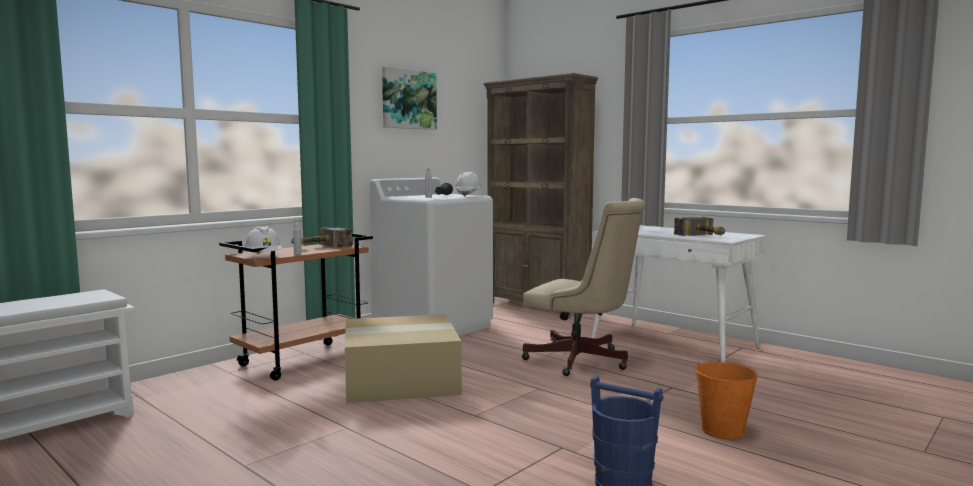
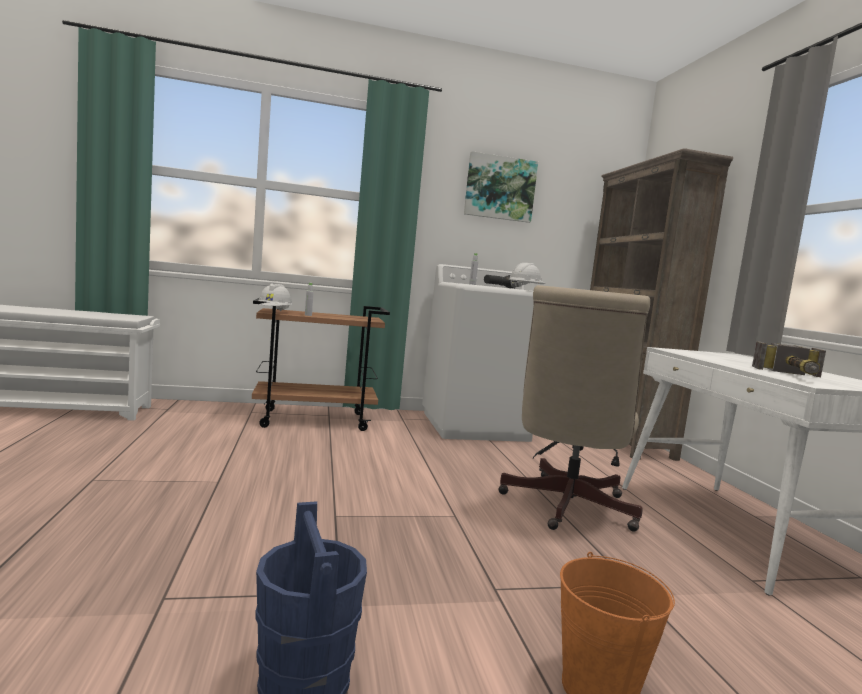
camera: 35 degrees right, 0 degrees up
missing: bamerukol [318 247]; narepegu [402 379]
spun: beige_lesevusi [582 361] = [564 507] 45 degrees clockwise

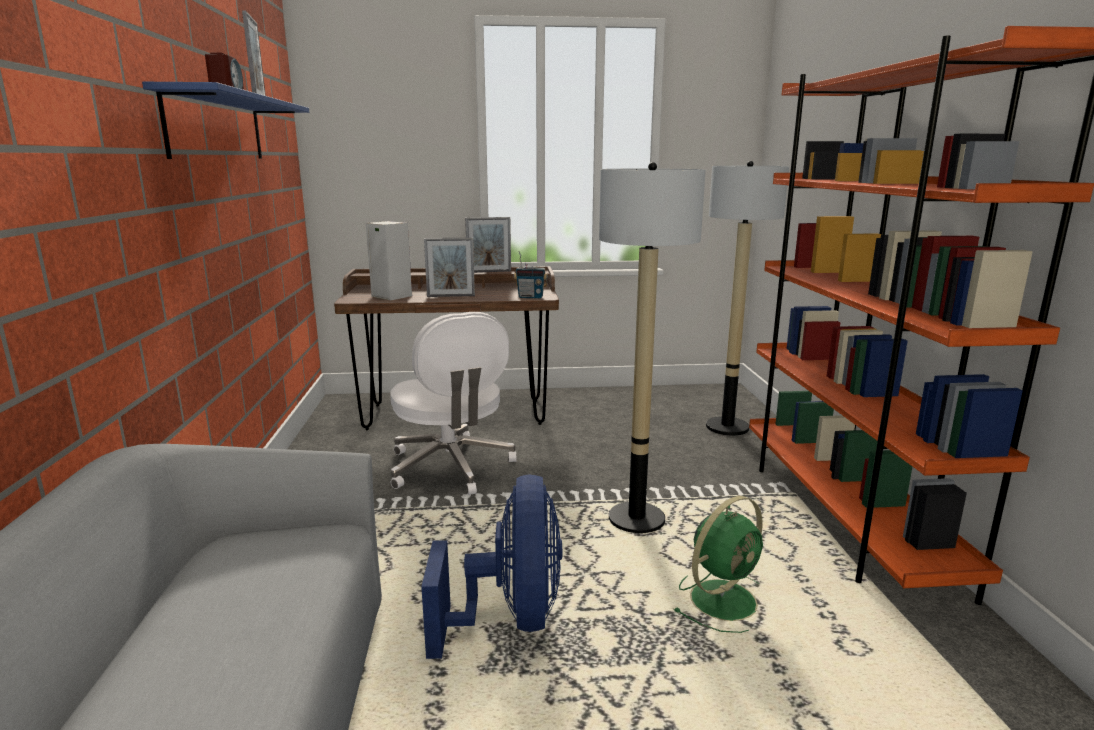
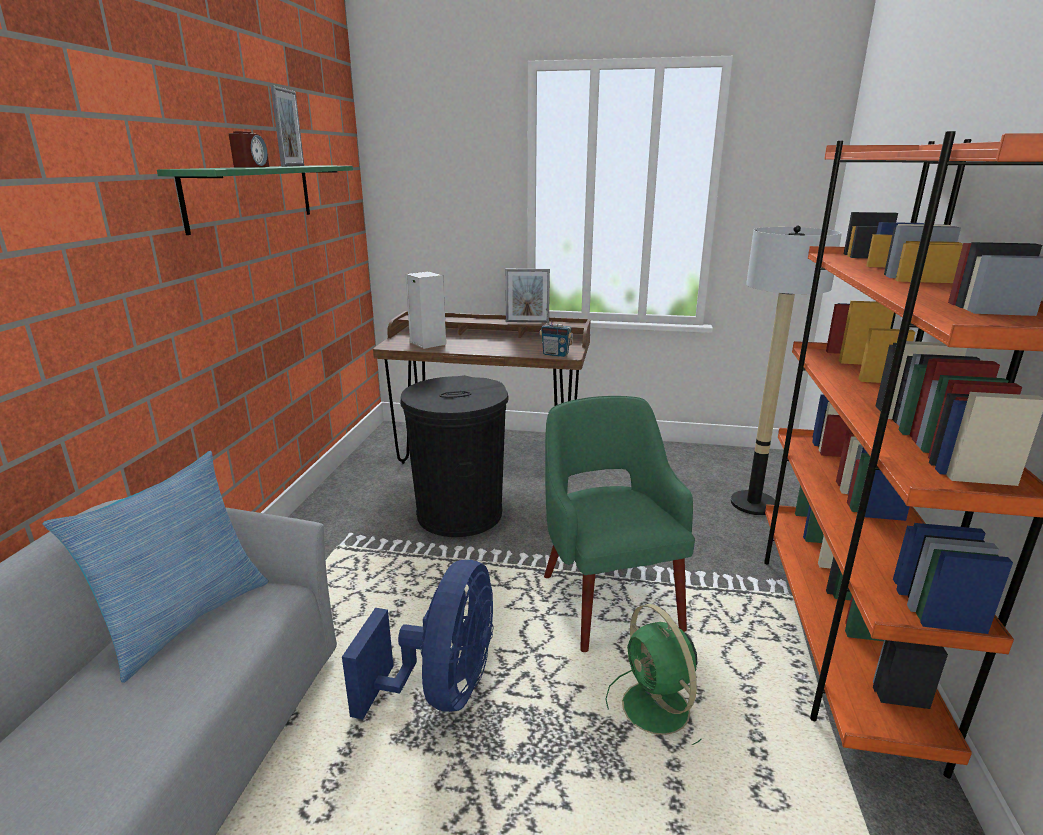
camera: 15 degrees right, 5 degrees up
missing: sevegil [451 296]
appeared: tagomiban [184 619]
exchanged: white_lesevusi [451 467] to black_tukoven [459 514]; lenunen [636 519] to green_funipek [609 600]
colour: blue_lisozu [217 128] to green_lisozu [252 195]
spun: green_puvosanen [725 599] = [657 710] 90 degrees clockwise

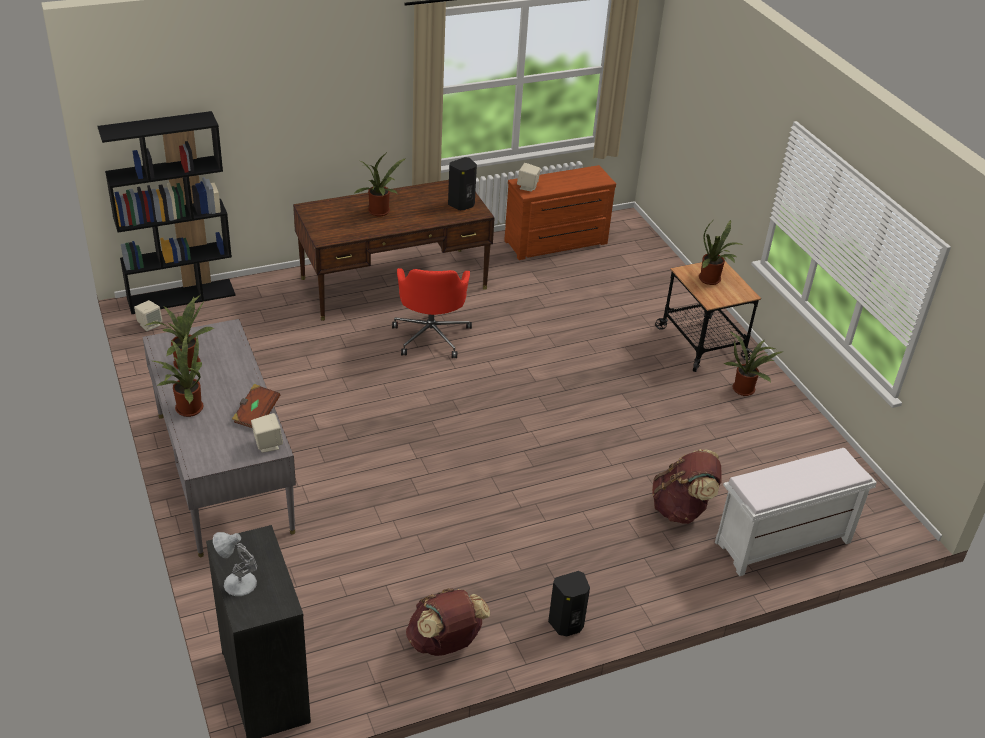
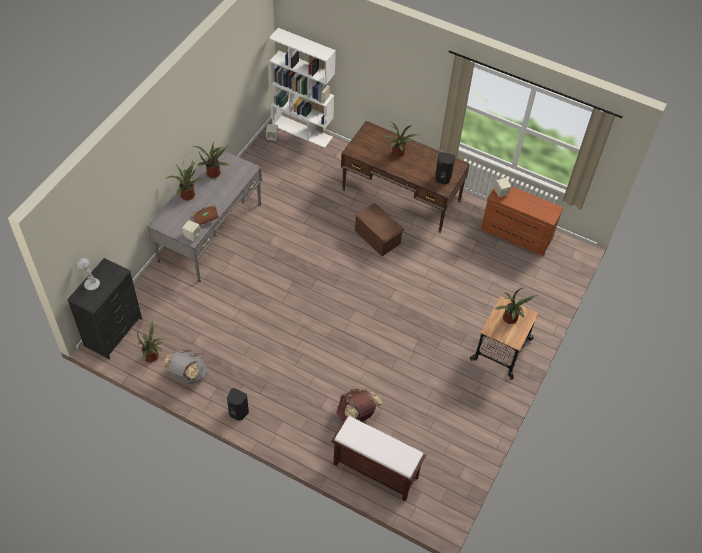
camera: 50 degrees right, 15 degrees up
relocated: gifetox [745 388] to [153 357]
exchanged: red_lesevusi [431 335] to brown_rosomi [378 237]
colour: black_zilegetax [182 296] to white_zilegetax [302 131]; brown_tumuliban [445 643] to grey_tumuliban [187 375]; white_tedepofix [782 543] to brown_tedepofix [374 470]

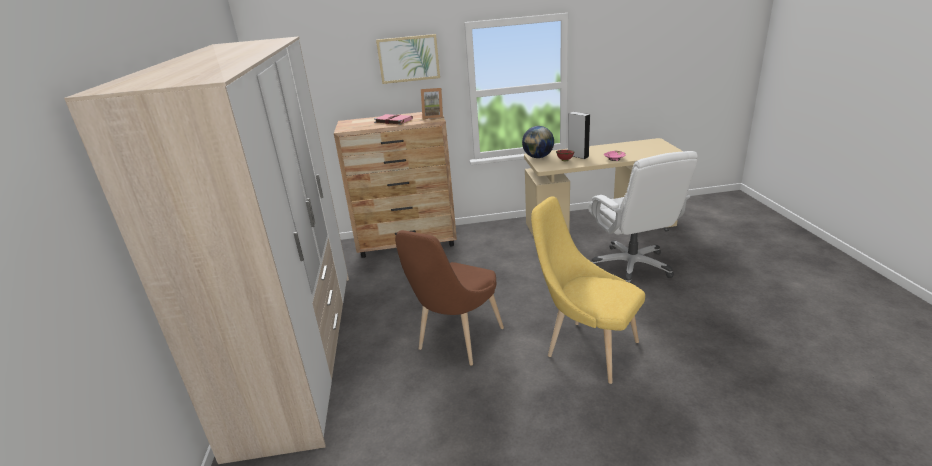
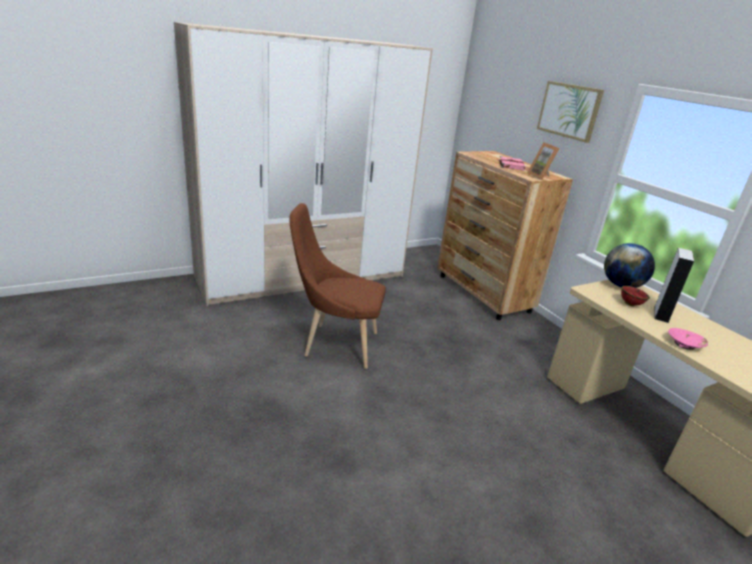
camera: 65 degrees right, 0 degrees up
missing: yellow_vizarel [586 348]; white_lesevusi [632 266]

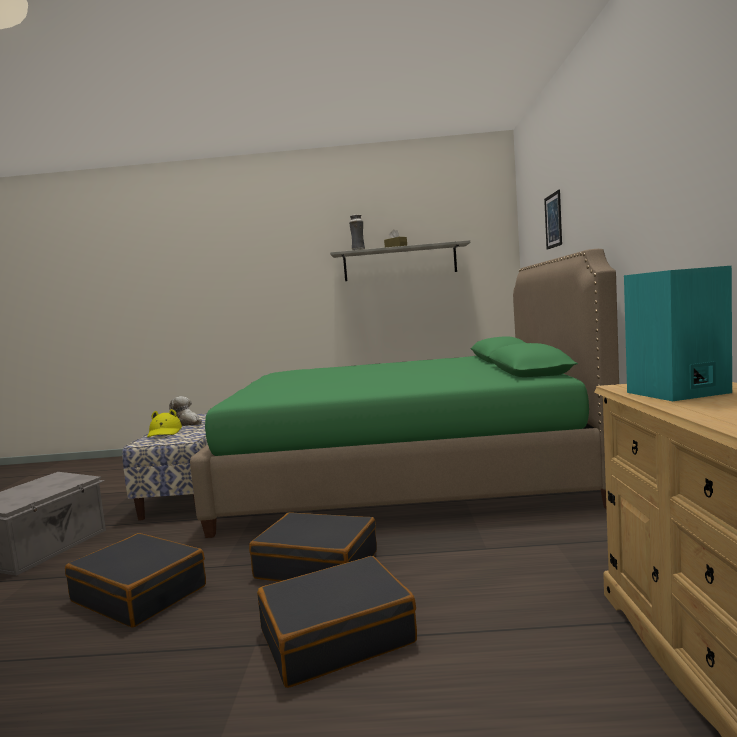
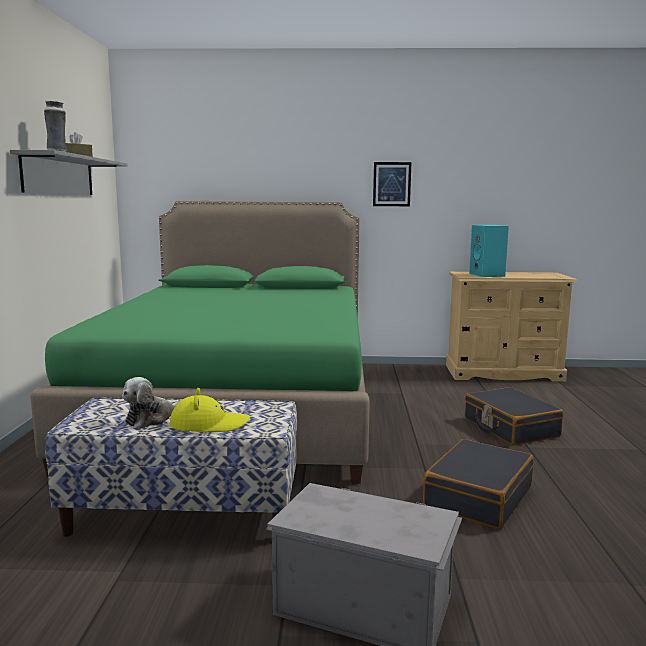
camera: 90 degrees left, 5 degrees up
missing: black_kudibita [317 564]
relocated: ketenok [553 220] to [392 184]

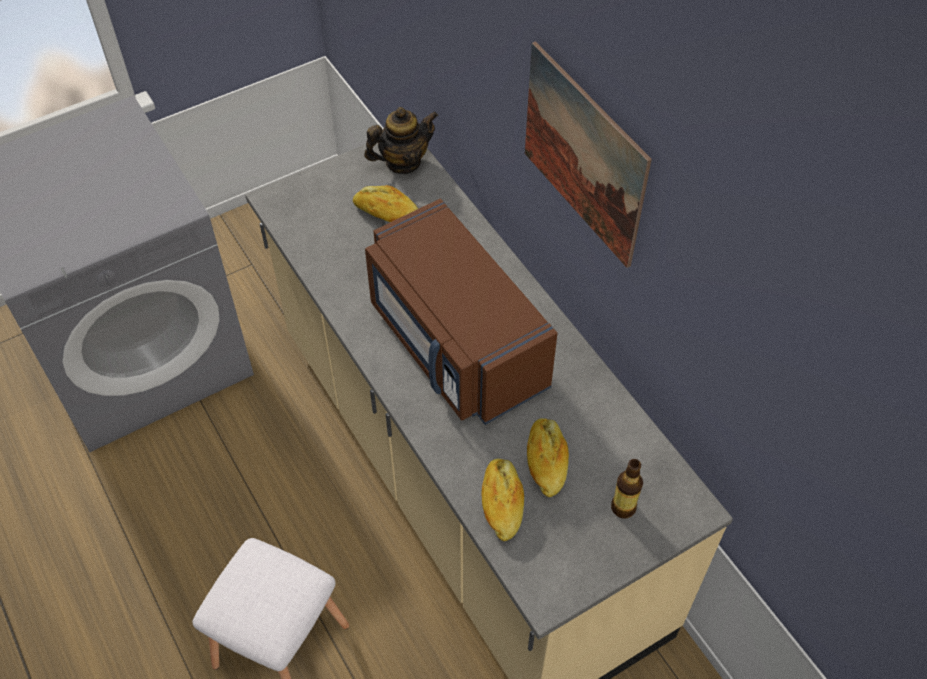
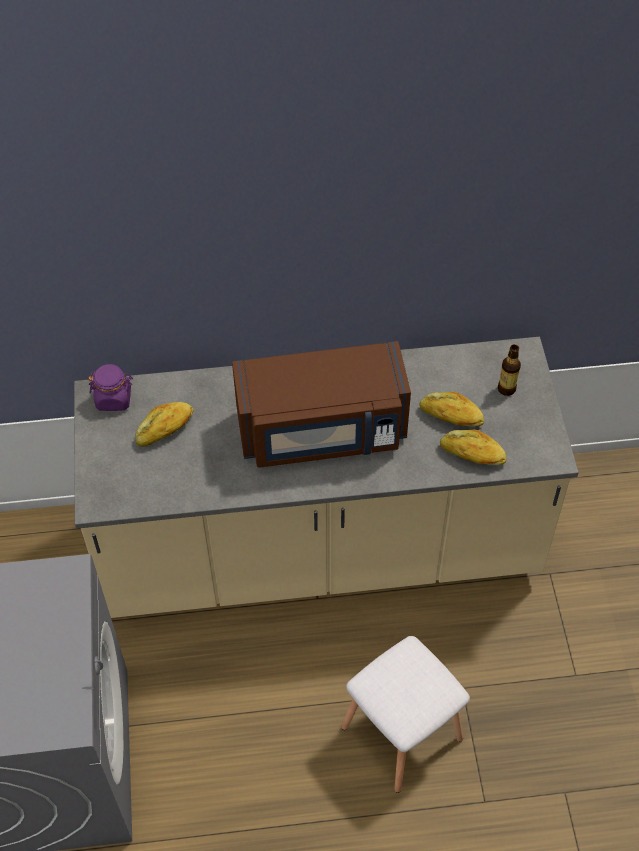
camera: 65 degrees left, 0 degrees up
missing: ketenok [583 155]
exchanged: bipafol [403 162] to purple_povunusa [114 399]

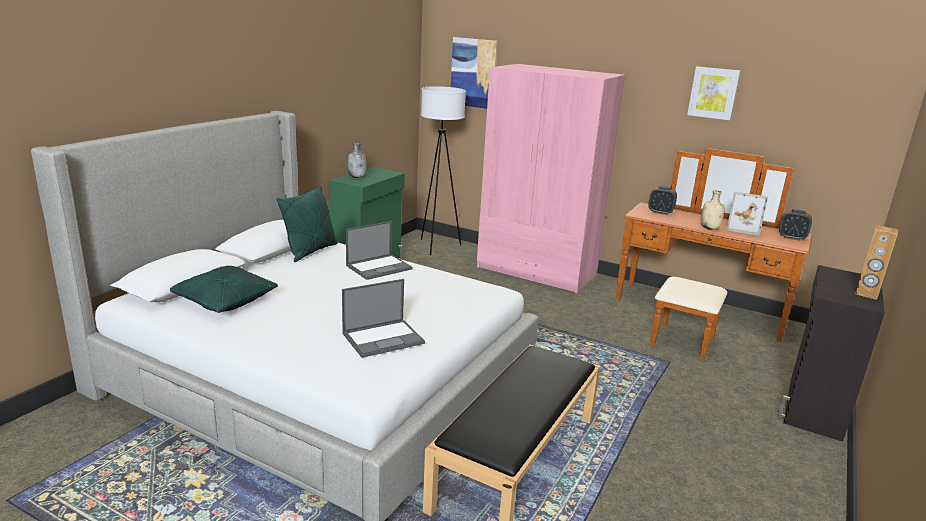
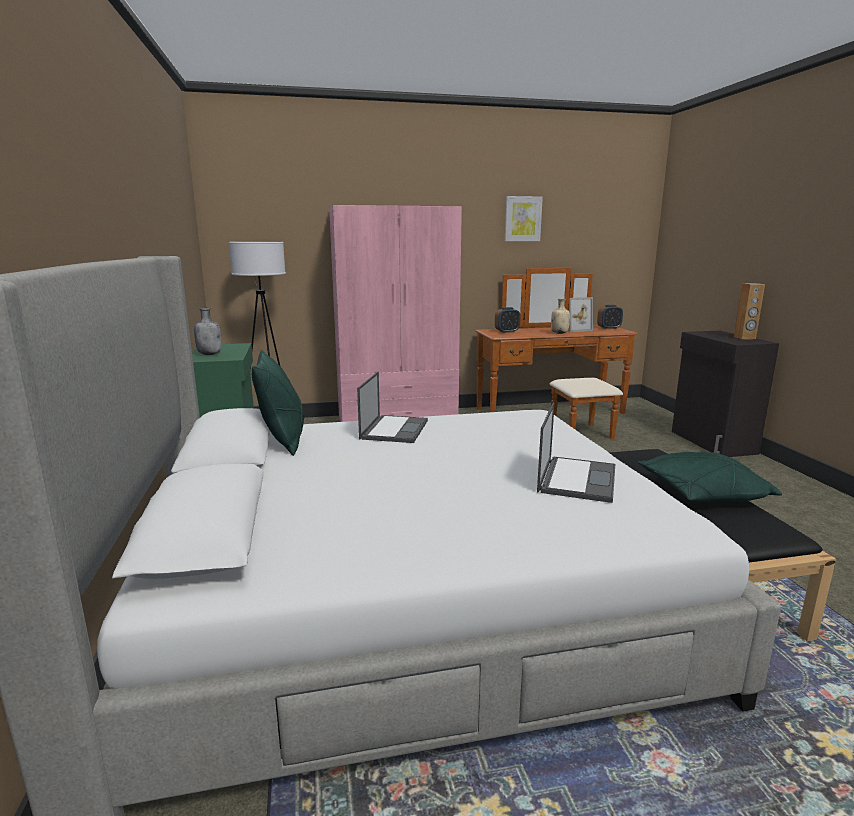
camera: 40 degrees left, 5 degrees down
missing: ketenok [473 73]
relocated: green_tagomiban [224 301] to [702 494]

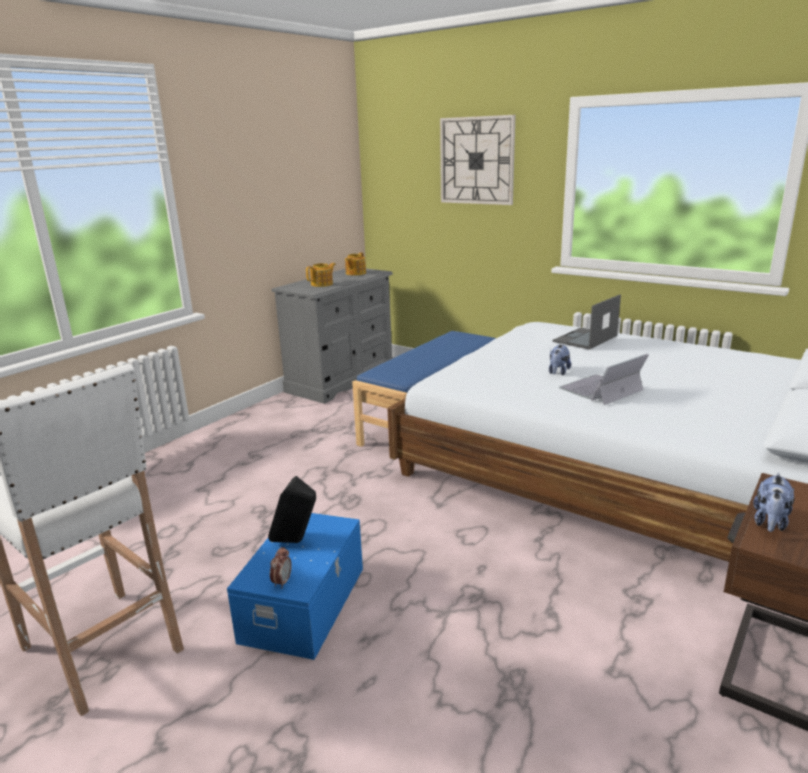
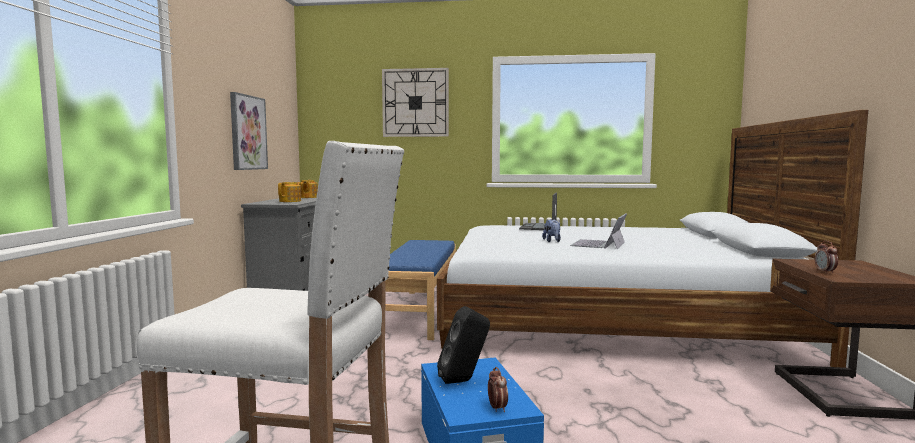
camera: 30 degrees left, 15 degrees down
appeared: ketenok [247 132]
exchanged: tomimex [770 522] to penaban [825 272]

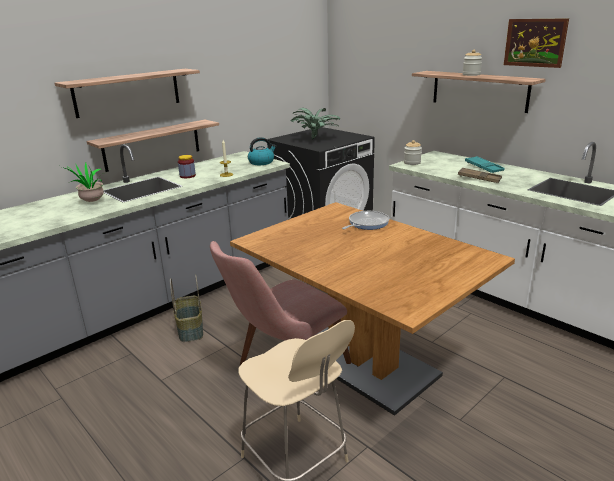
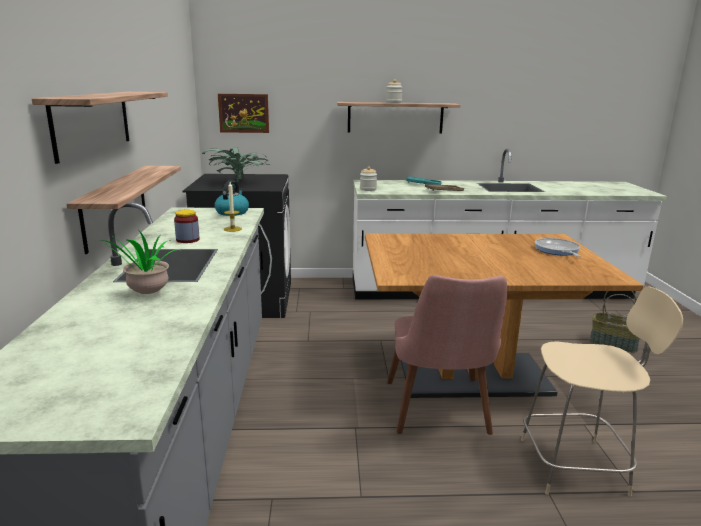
camera: 50 degrees left, 5 degrees down
relocated: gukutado [191 329] to [613 344]; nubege [366 223] to [557 250]; ketenok [535 42] to [243 113]

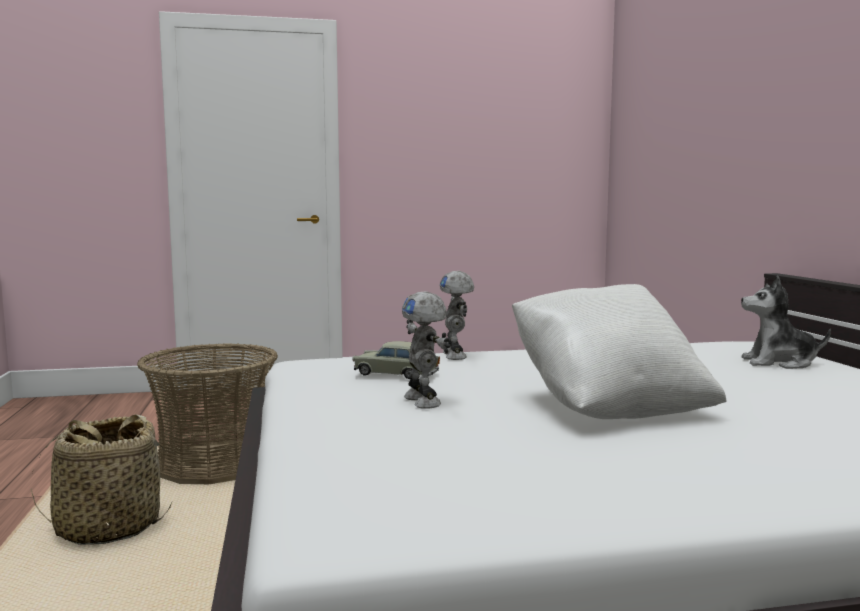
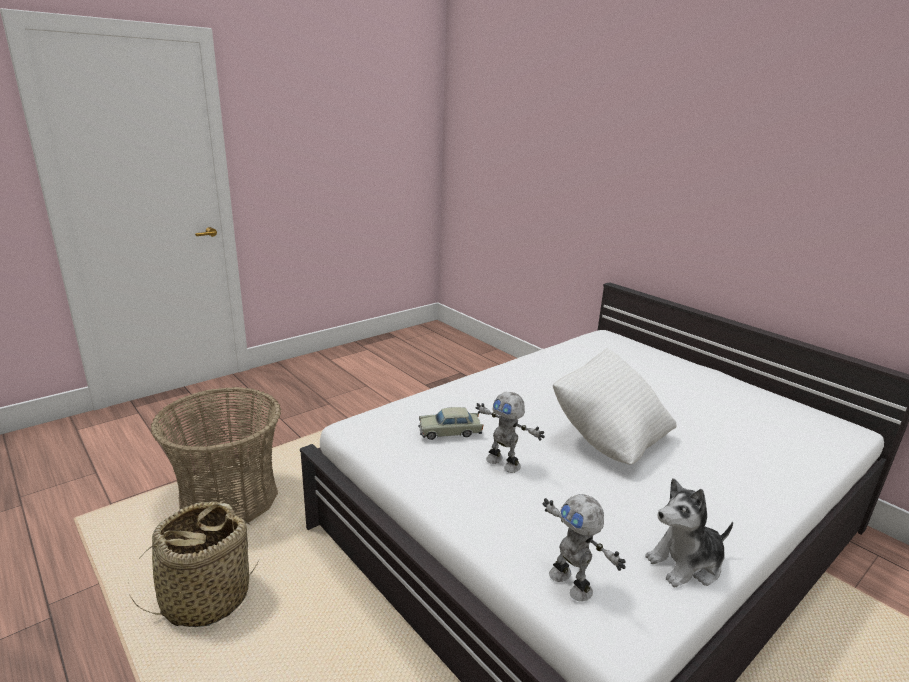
camera: 30 degrees left, 15 degrees up
relocated: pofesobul [456 355] to [572 583]; tomimex [779 363] to [686 564]

